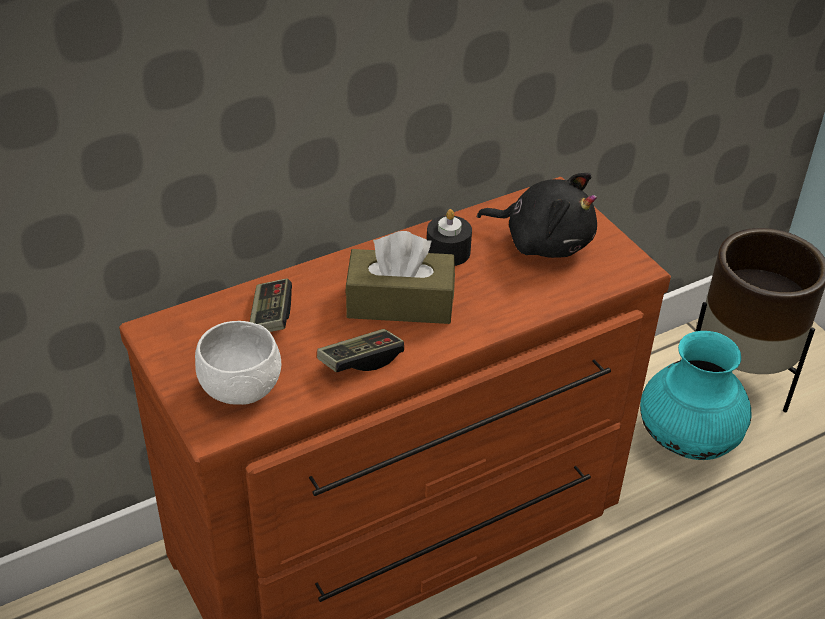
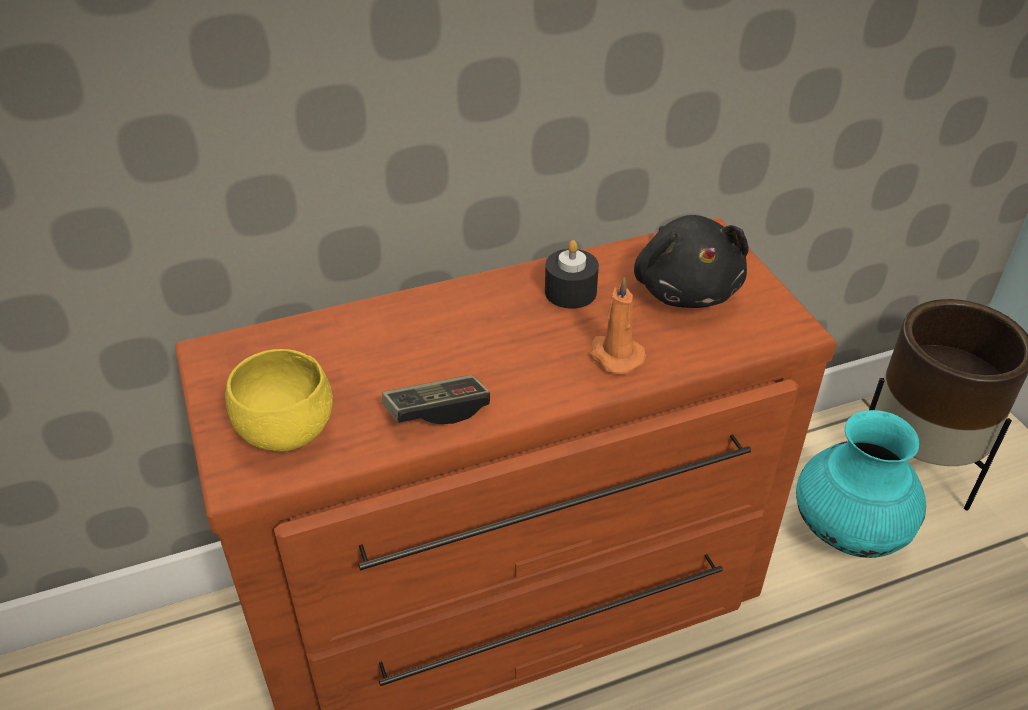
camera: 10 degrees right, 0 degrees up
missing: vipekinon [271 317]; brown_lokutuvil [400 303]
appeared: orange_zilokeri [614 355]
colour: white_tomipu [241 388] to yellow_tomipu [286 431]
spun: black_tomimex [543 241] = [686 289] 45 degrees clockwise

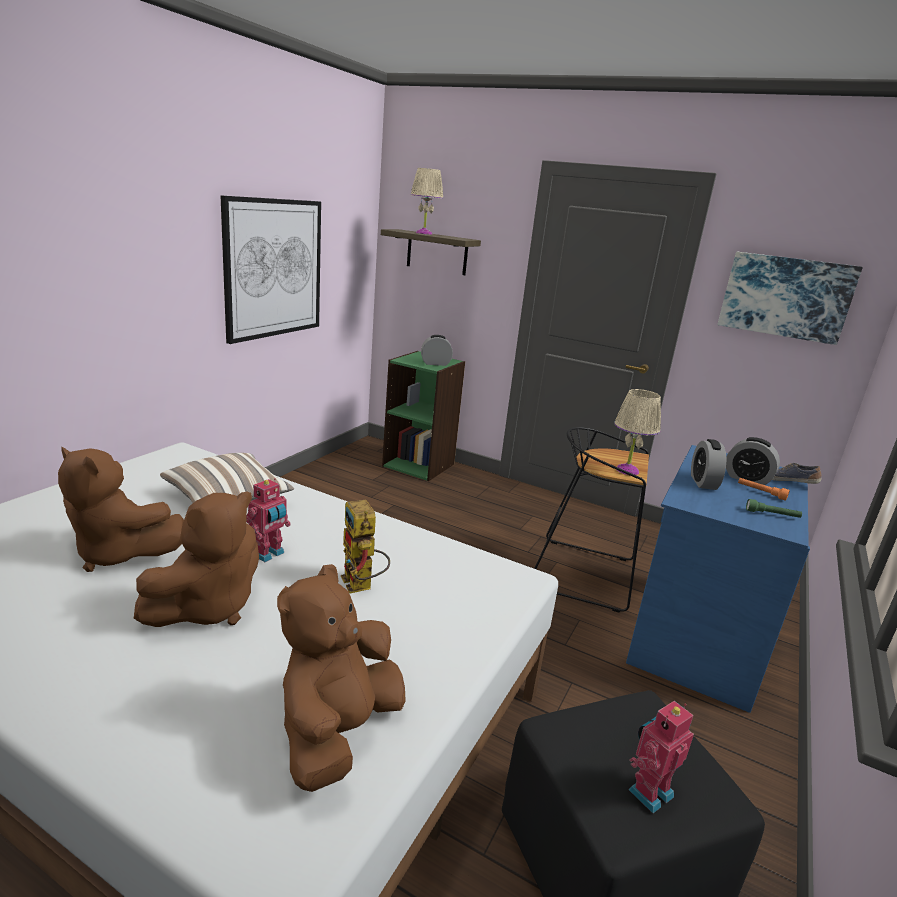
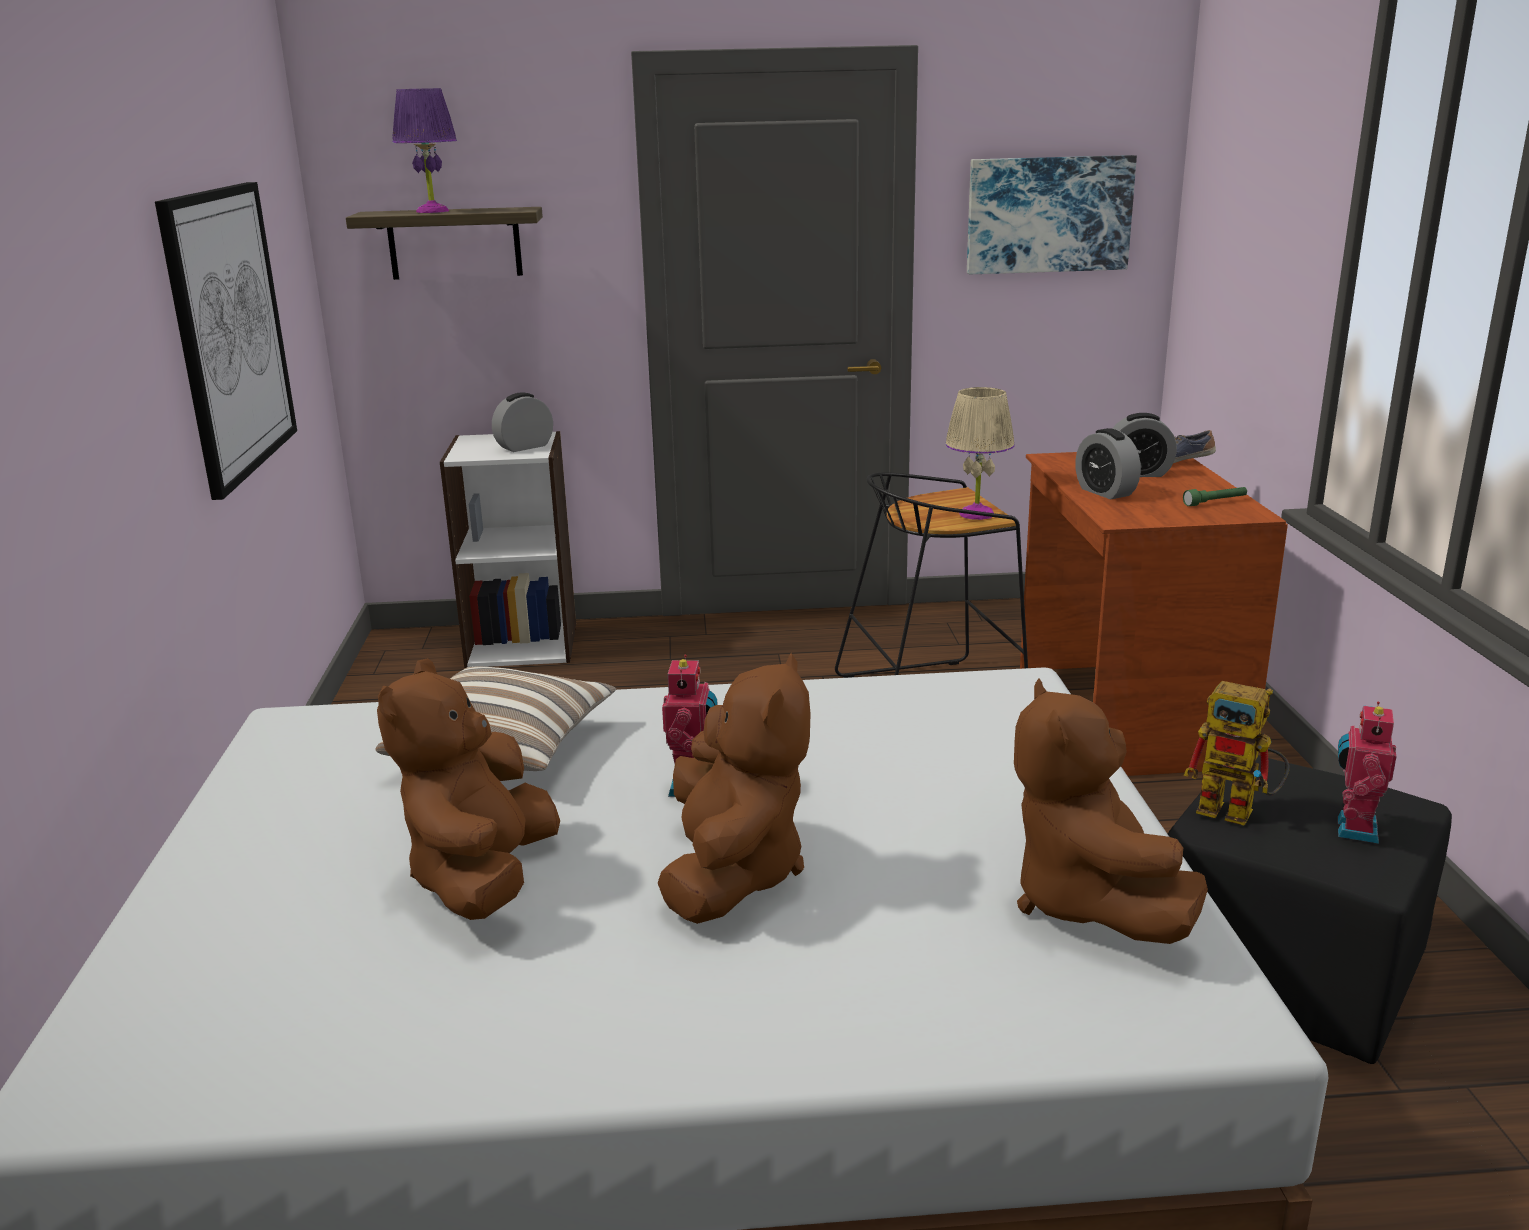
camera: 30 degrees left, 0 degrees up
missing: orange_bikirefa [761 492]
relocated: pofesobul [361 586] to [1238 812]
colour: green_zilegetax [419 465] to white_zilegetax [522 644]; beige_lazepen [424 233] to purple_lazepen [432 211]; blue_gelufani [696 635] to brown_gelufani [1123 714]
spun: brown_tomimex [119 554] = [483 878] 105 degrees clockwise

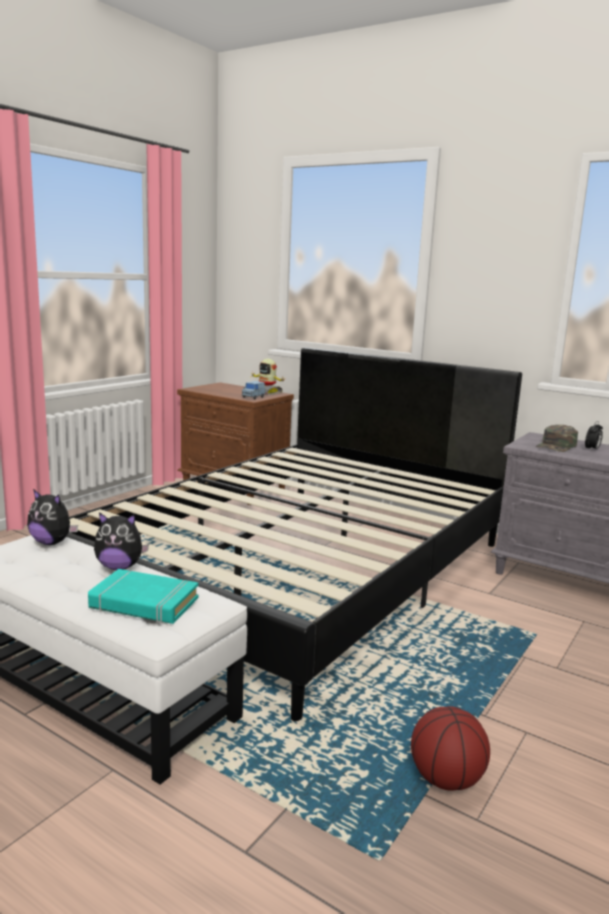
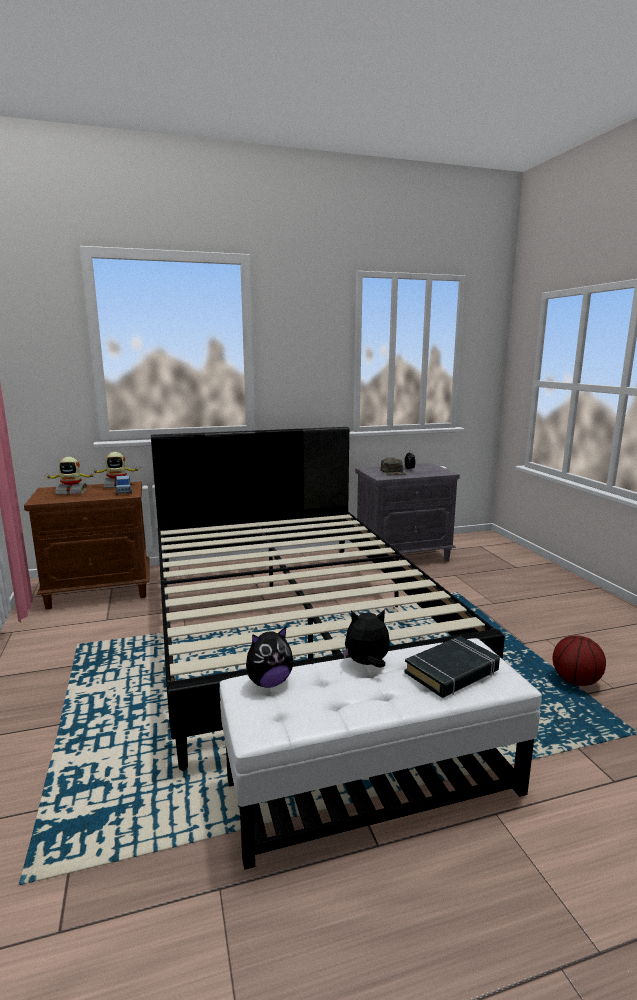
camera: 50 degrees left, 0 degrees up
appeared: pofesobul [72 492]
colour: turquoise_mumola [143 603] to black_mumola [452 672]
spun: tomimex [120 567] = [367 664] 135 degrees counterclockwise

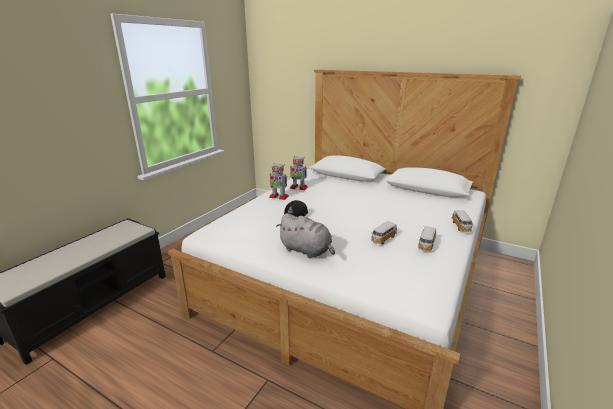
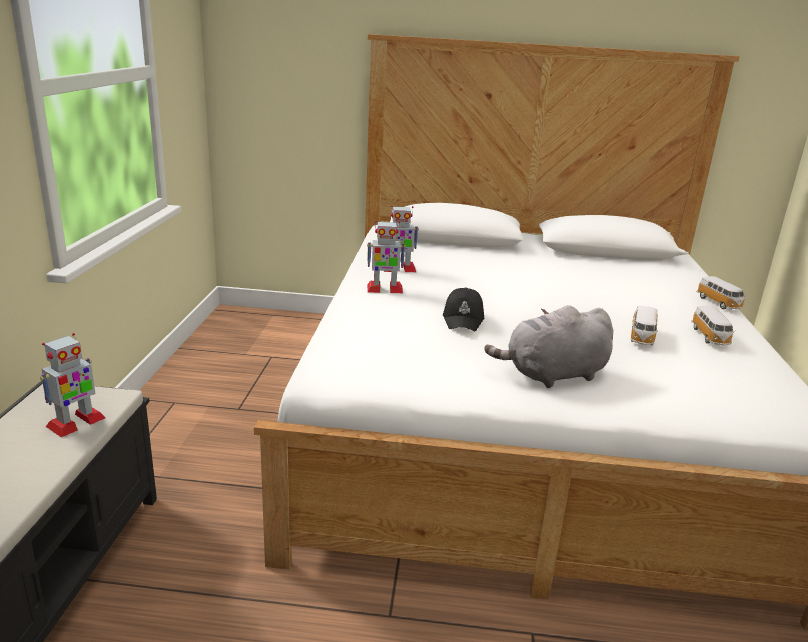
camera: 25 degrees left, 0 degrees up
appeared: pofesobul [75 423]
spun: grey_tomimex [307 251] = [552 375] 150 degrees clockwise

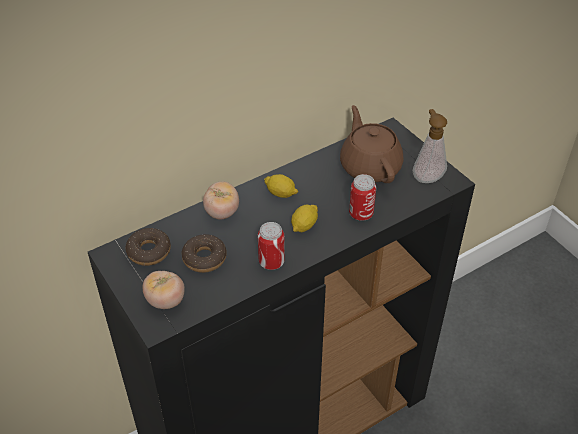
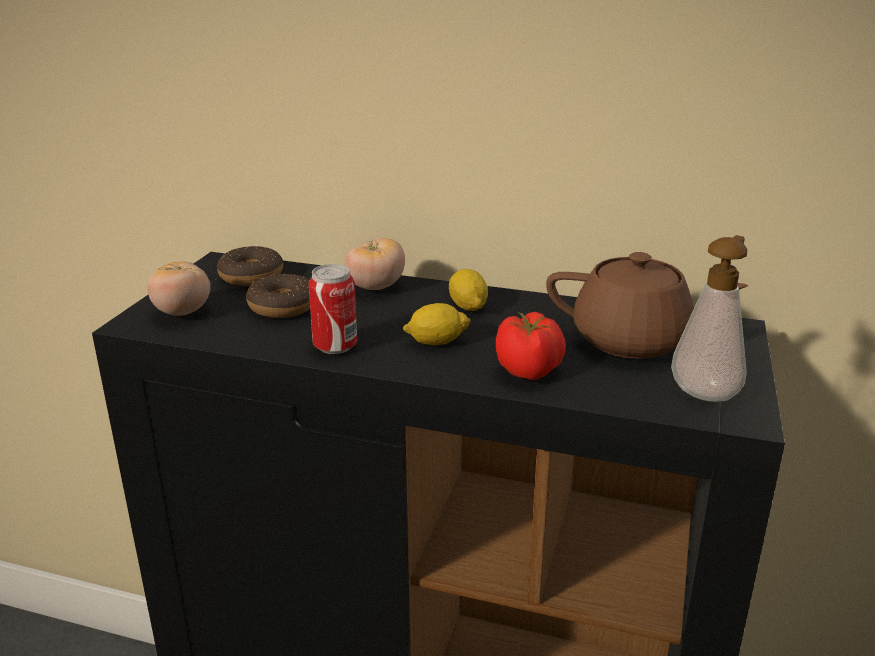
camera: 50 degrees right, 20 degrees down
exchanged: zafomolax [361 214] to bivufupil [529 371]
spun: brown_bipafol [370 166] = [634 341] 75 degrees clockwise

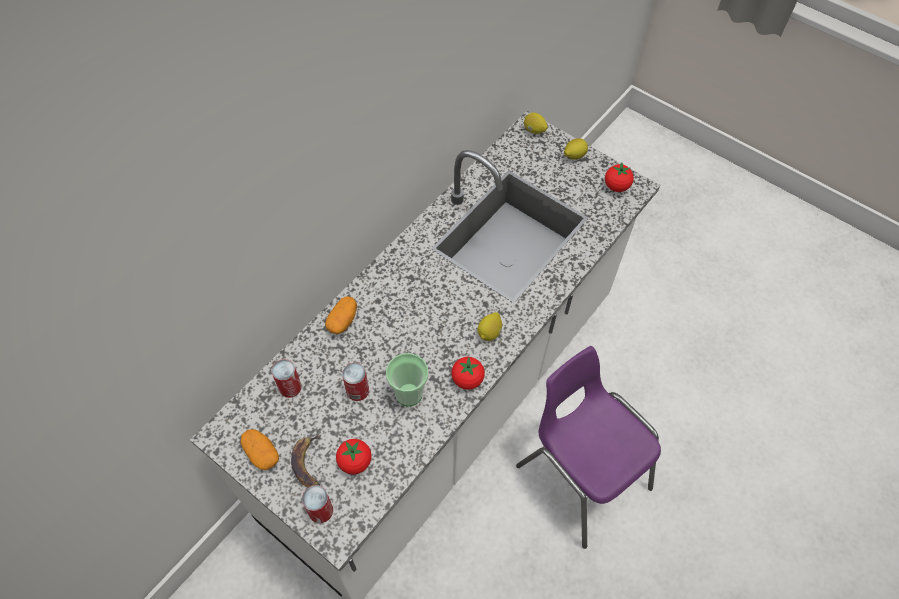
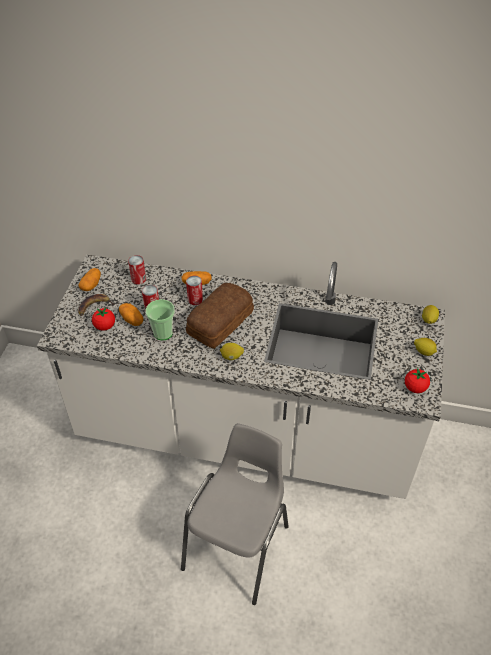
camera: 65 degrees right, 10 degrees down
missing: bivufupil [467 379]
appeared: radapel [132 319]; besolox [218 322]
relocated: zafomolax [320 510] to [195 299]
colour: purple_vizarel [580 475] to grey_vizarel [239 545]

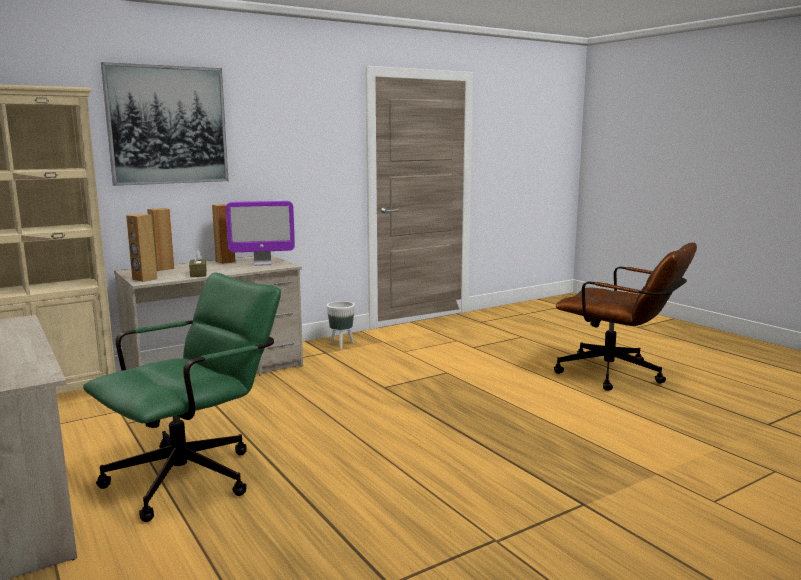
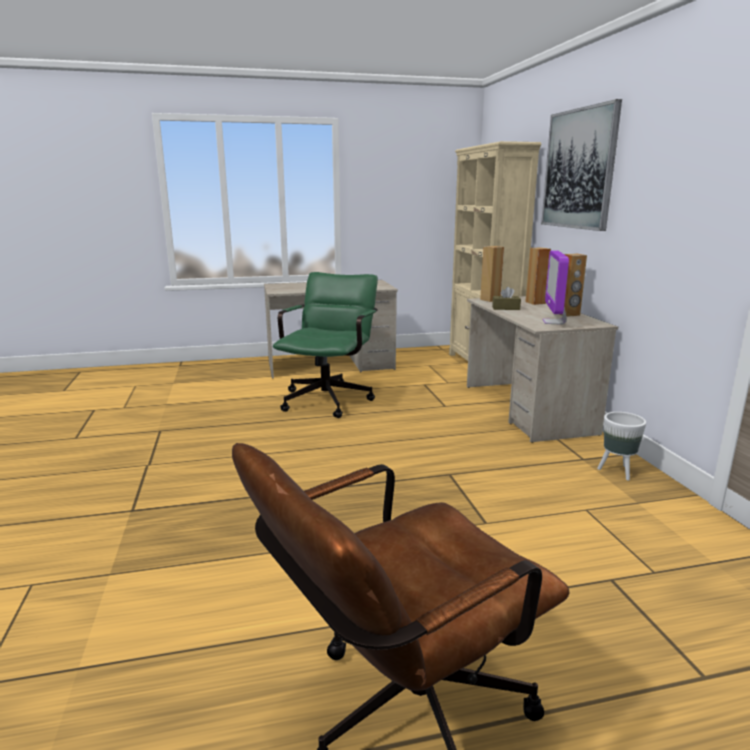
camera: 110 degrees right, 5 degrees up
spun: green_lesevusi [195 475] = [329 398] 135 degrees counterclockwise

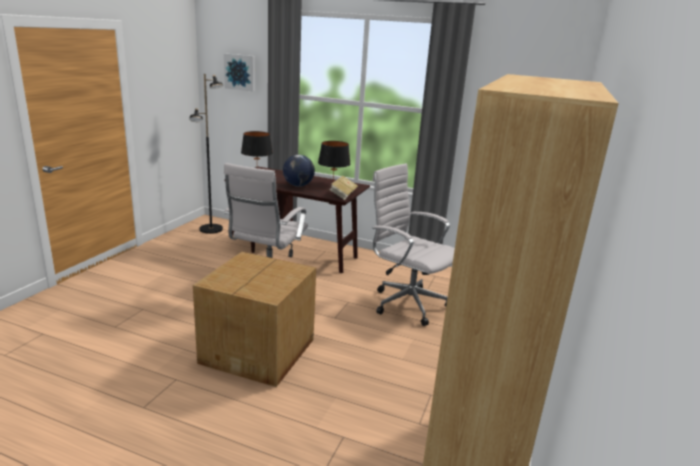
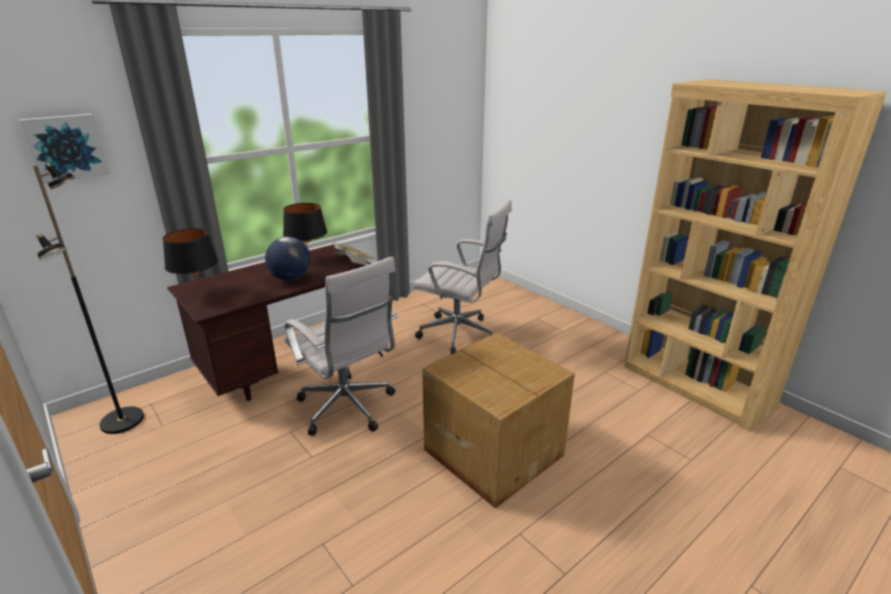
camera: 60 degrees left, 5 degrees up
spun: white_lesevusi [406 303] = [461 335] 135 degrees counterclockwise

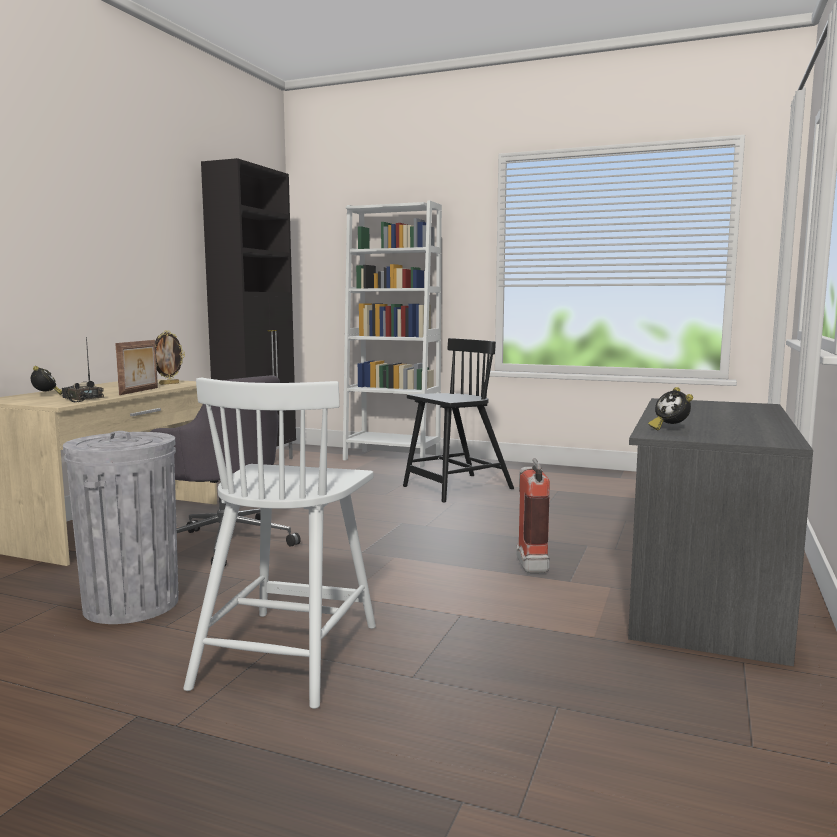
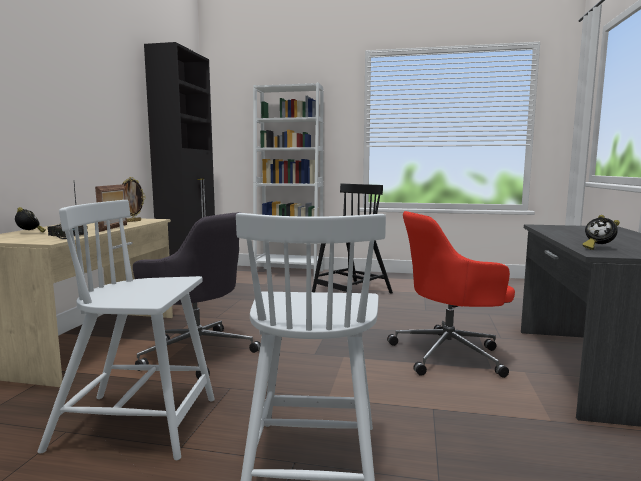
camera: 10 degrees left, 0 degrees up
exchanged: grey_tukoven [131 604] to white_vizarel [138 424]; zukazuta [530 562] to red_lesevusi [449 354]

